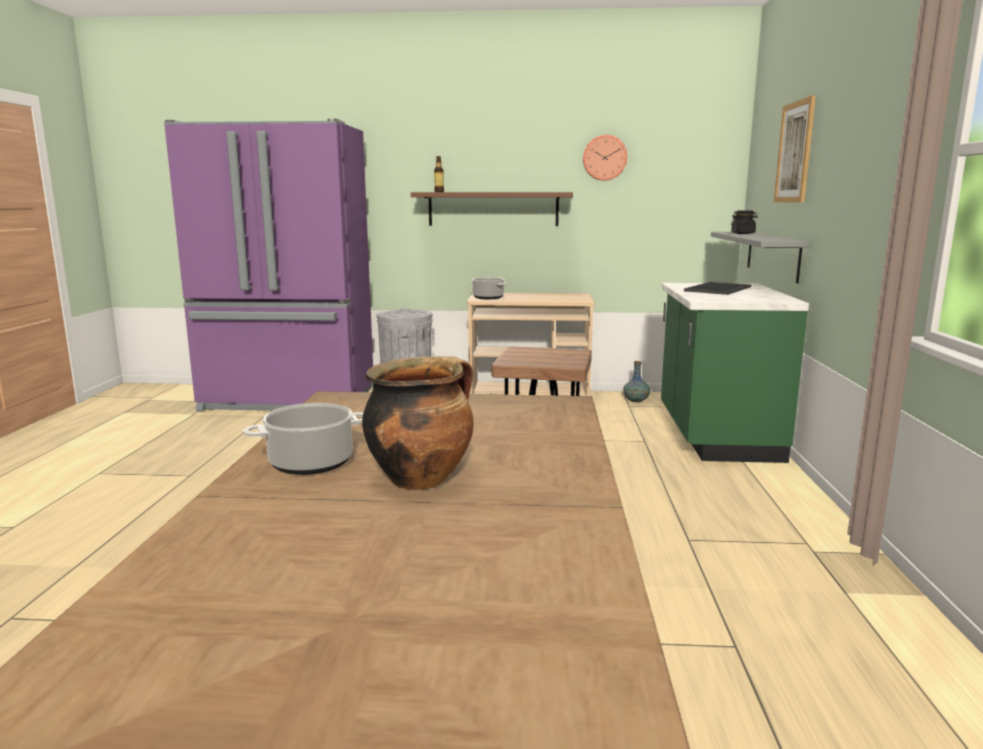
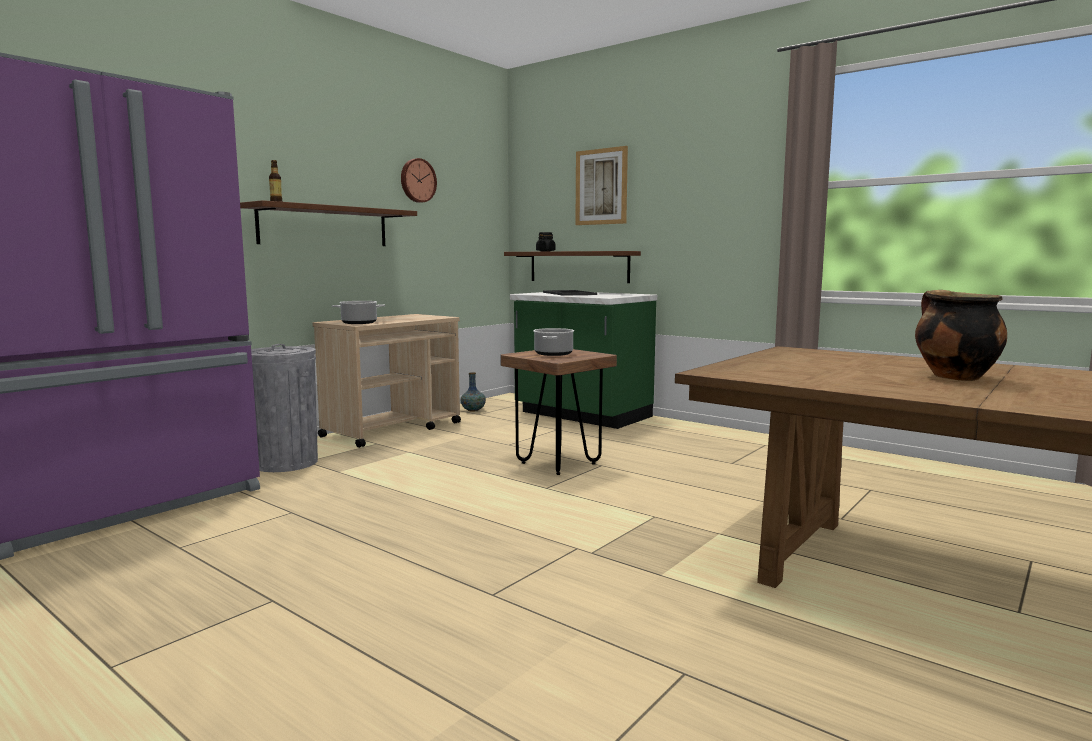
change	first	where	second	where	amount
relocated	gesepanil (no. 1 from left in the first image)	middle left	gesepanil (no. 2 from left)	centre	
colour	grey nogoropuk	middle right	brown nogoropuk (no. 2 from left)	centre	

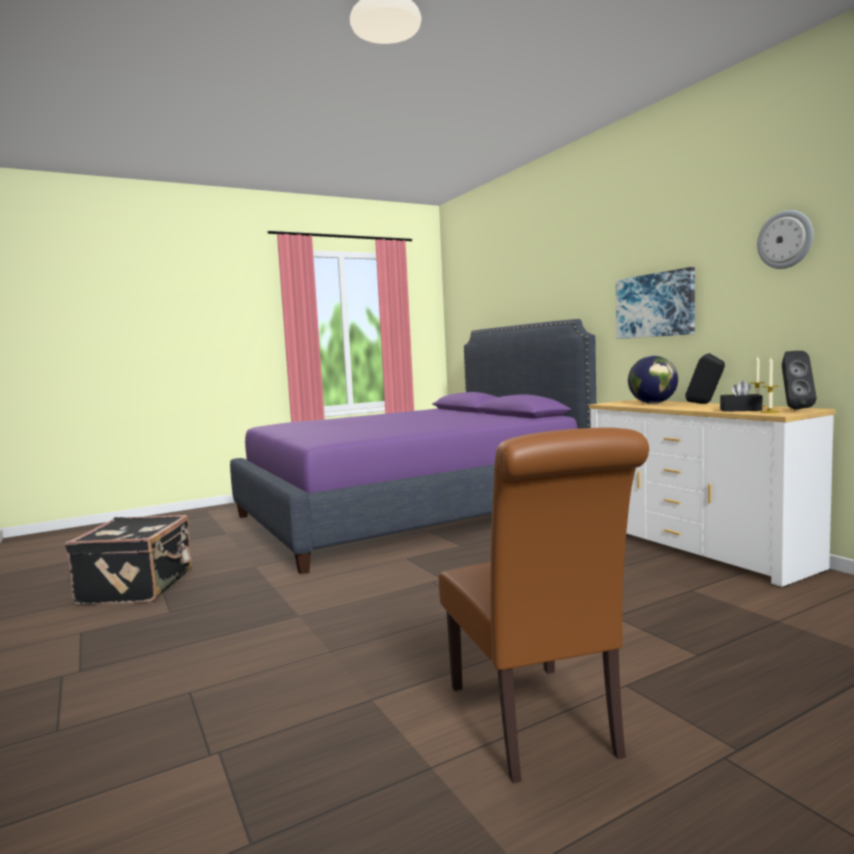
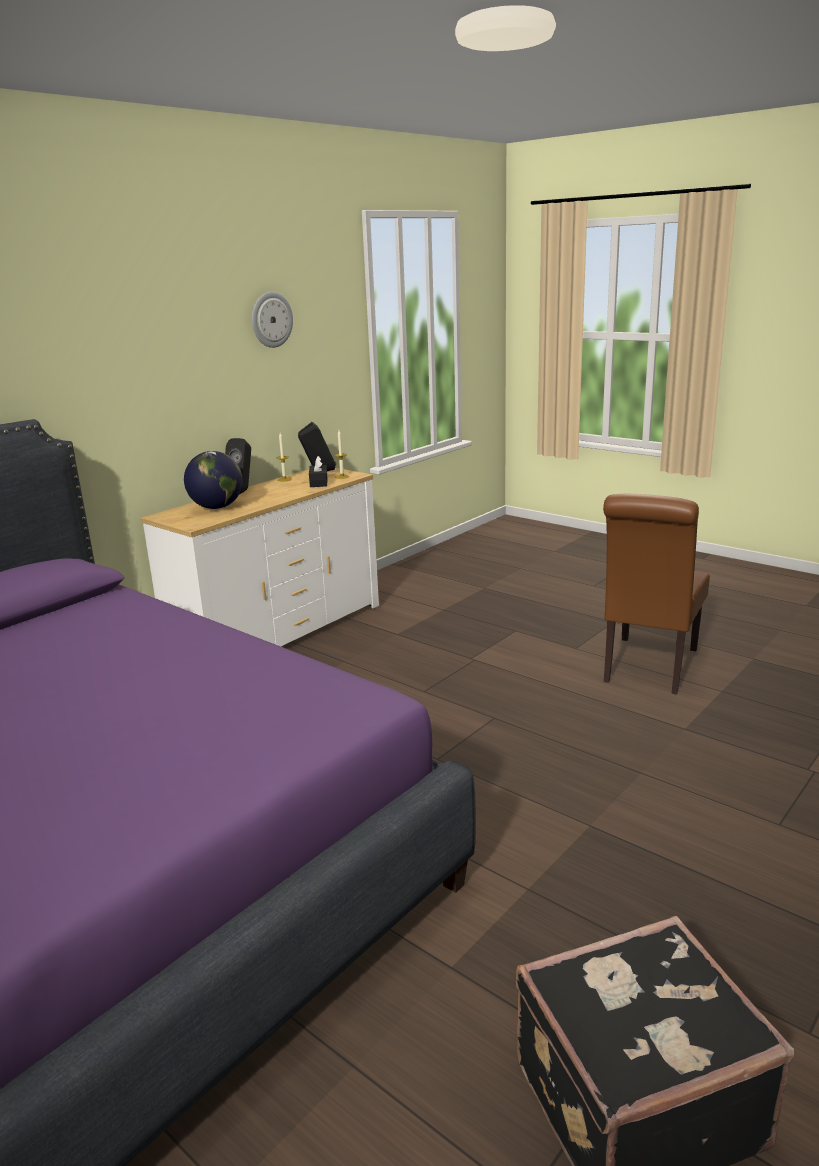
change	first	where	second	where	amount
missing	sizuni	middle right			
spun	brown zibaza	bottom centre		middle right	150 degrees clockwise

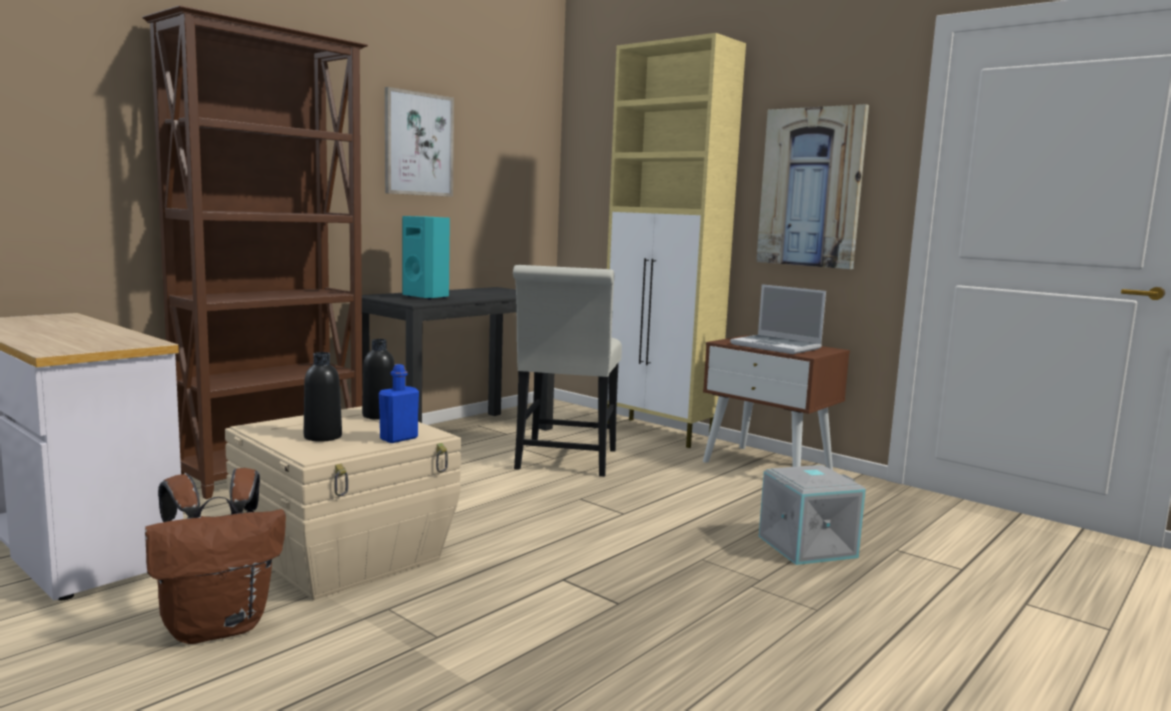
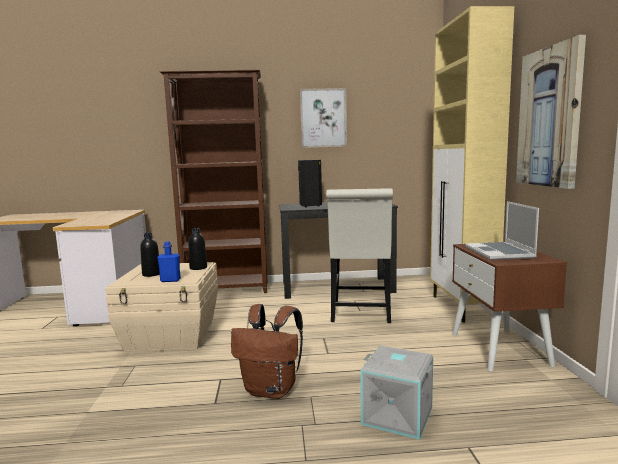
change	first	where	second	where	amount
relocated	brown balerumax	bottom left		bottom centre	
colour	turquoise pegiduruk	centre	black pegiduruk	centre	
spun	white zibaza	centre		centre	45 degrees counterclockwise

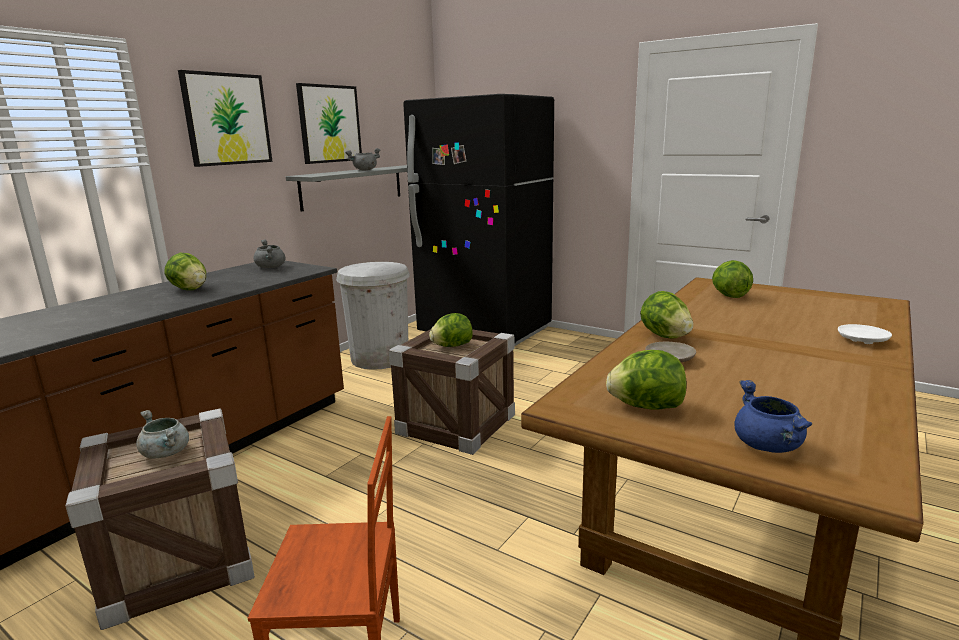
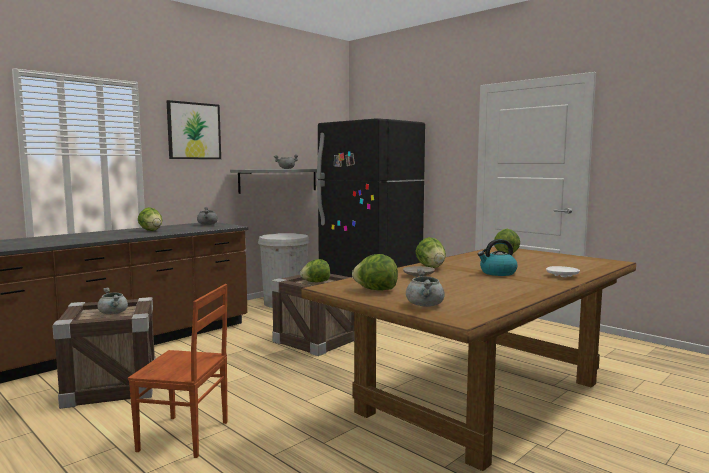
change	first	where	second	where	amount
missing	sizuni (no. 2 from left)	top centre			
appeared			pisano	middle right	
colour	blue gesepanil	middle right	grey gesepanil (no. 4 from left)	centre	

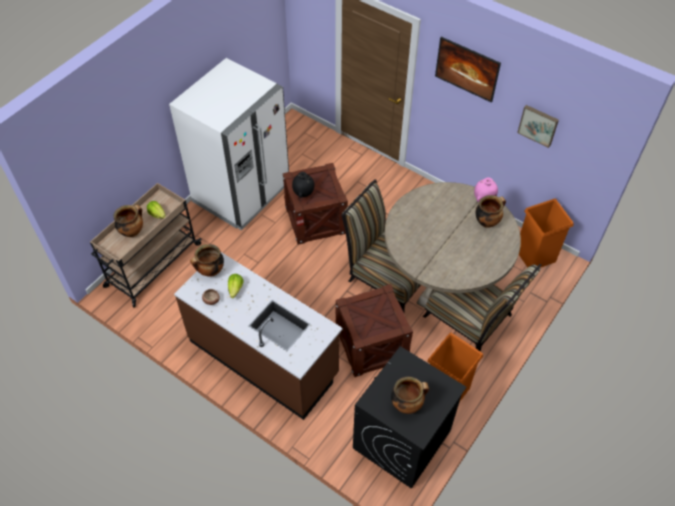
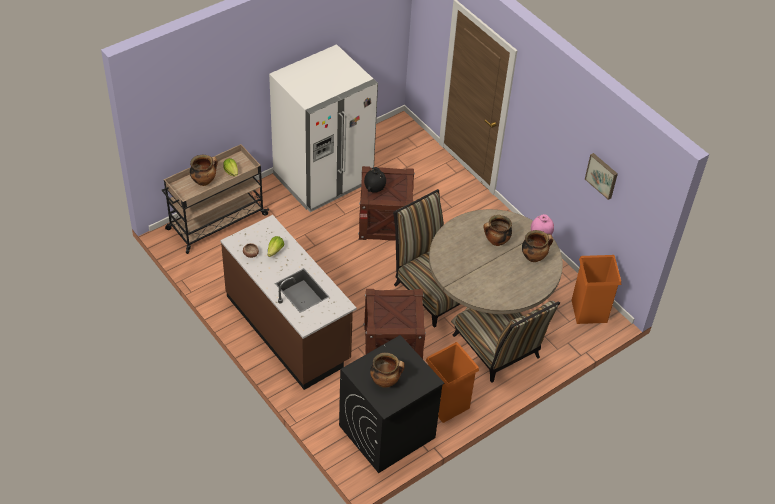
change	first	where	second	where	amount
missing	sizuni (no. 1 from left)	top right			
relocated	gesepanil (no. 2 from left in the first image)	middle left	gesepanil (no. 3 from left)	centre	

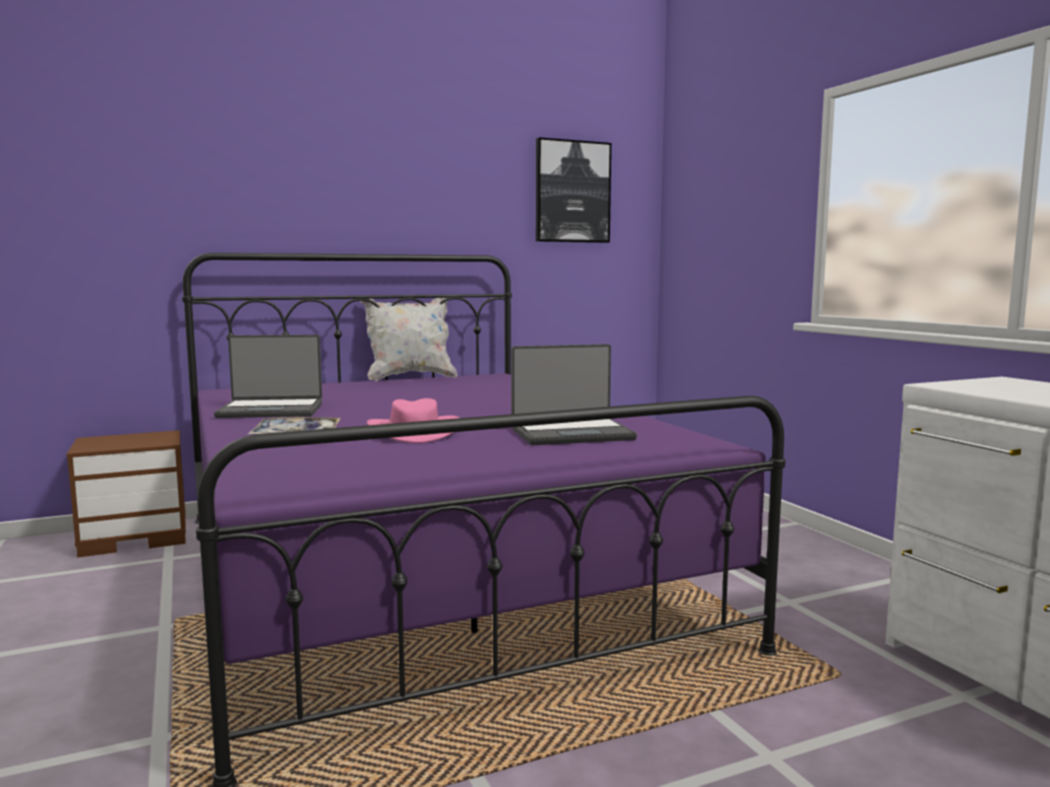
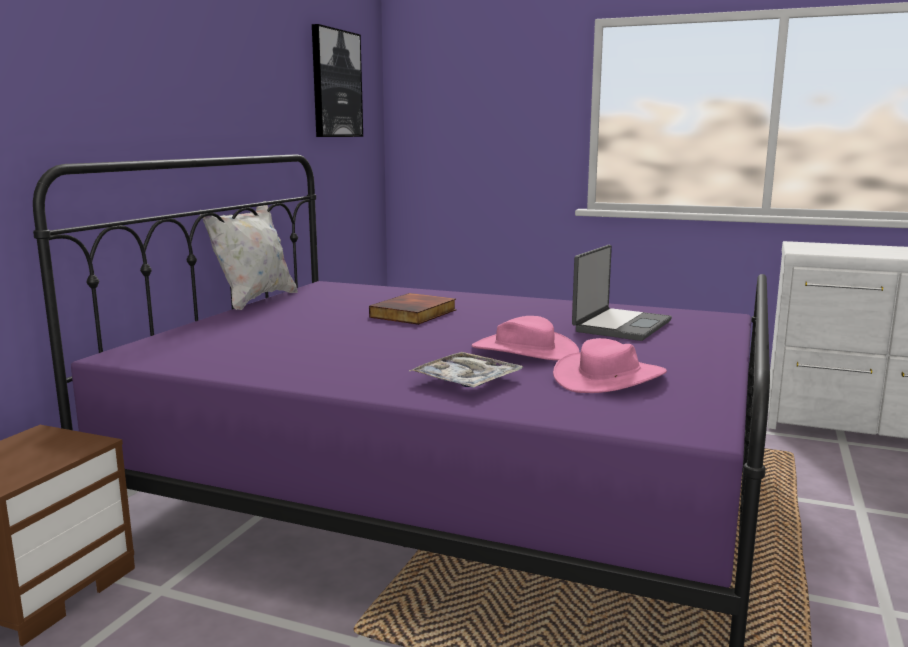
change	first	where	second	where	amount
missing	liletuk (no. 1 from left)	middle left			
appeared			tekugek	centre	
appeared			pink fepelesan (no. 2 from left)	middle right	

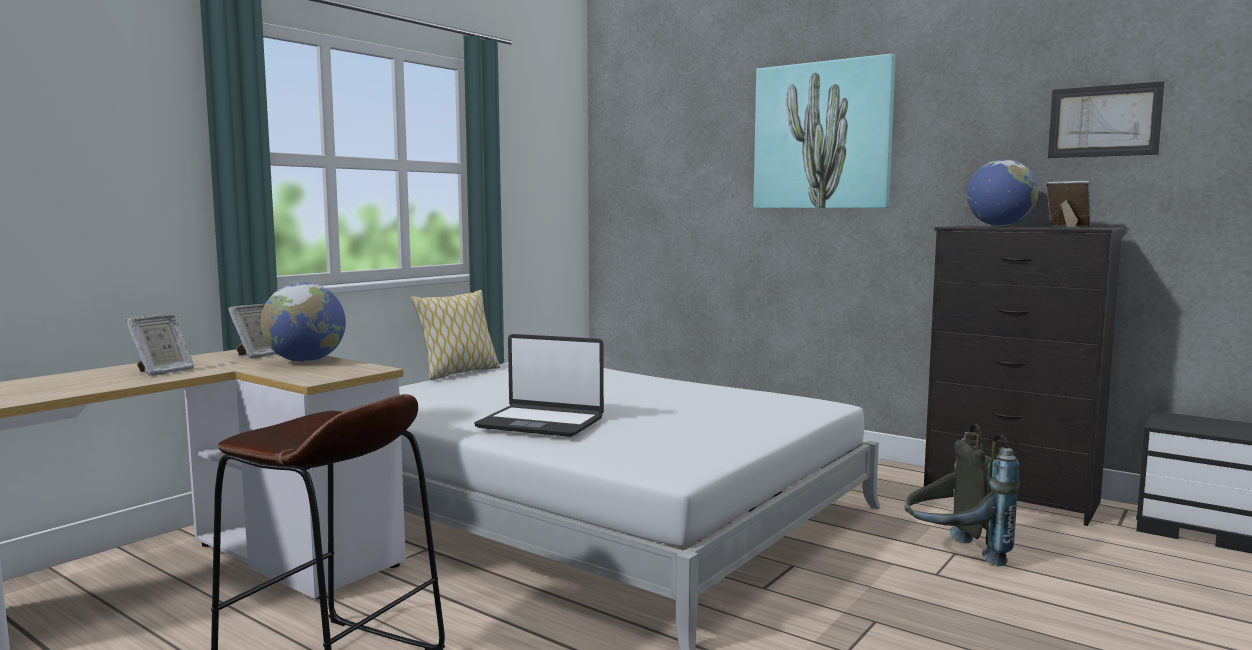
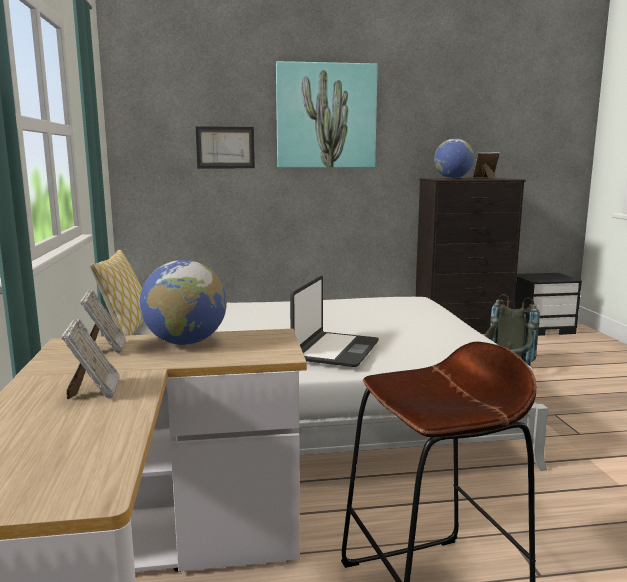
change	first	where	second	where	amount
relocated	sizuni (no. 2 from left in the first image)	top right	sizuni (no. 1 from left)	top centre	
spun	liletuk	centre		centre	45 degrees counterclockwise

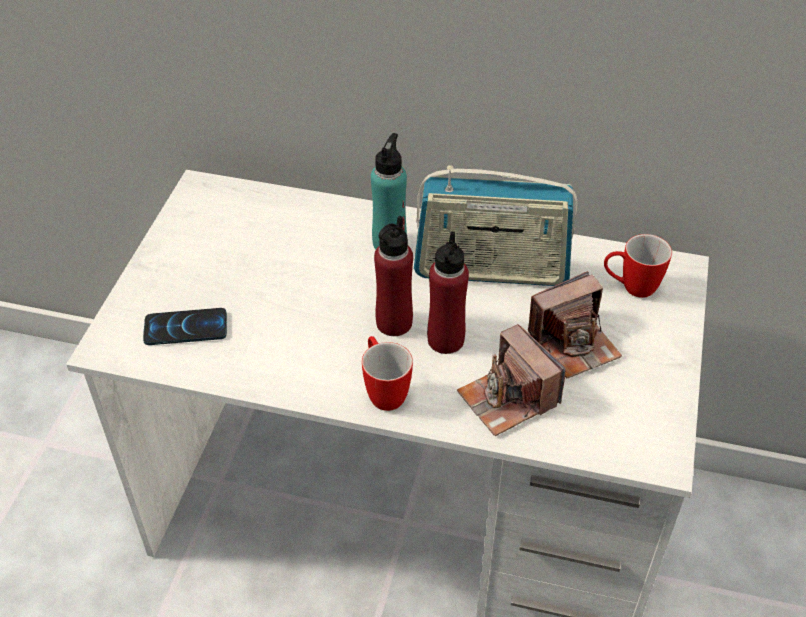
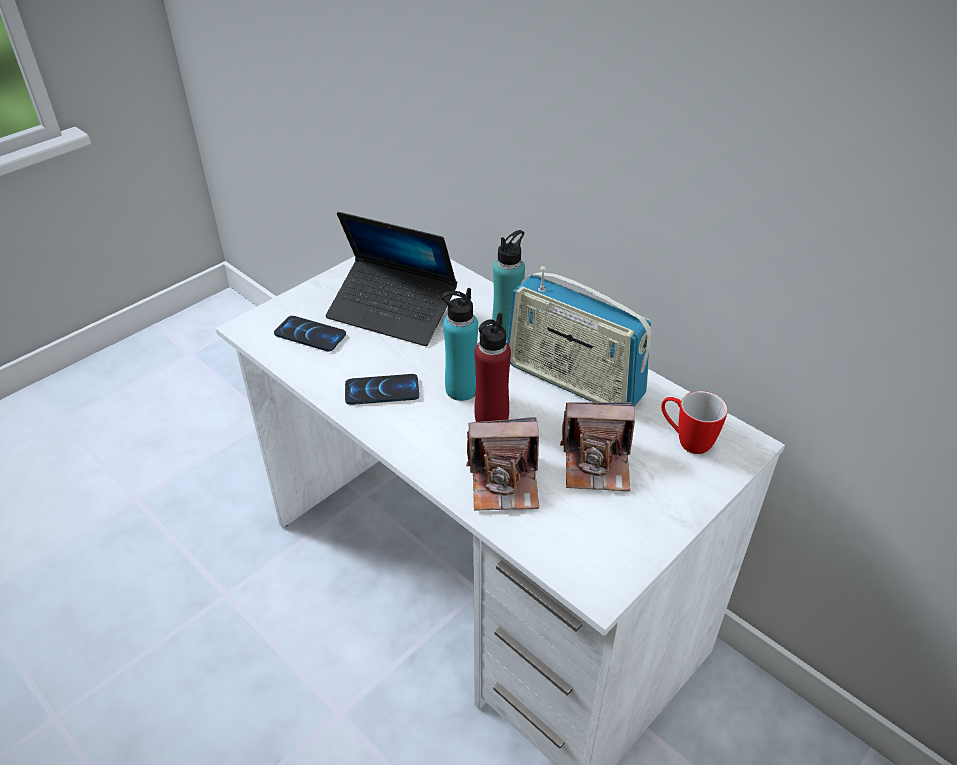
change	first	where	second	where	amount
missing	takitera (no. 1 from left)	centre			
appeared			liletuk	centre	
appeared			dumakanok (no. 2 from left)	centre	
colour	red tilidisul (no. 1 from left)	centre	turquoise tilidisul (no. 1 from left)	centre	
spun	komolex (no. 1 from left)	centre		centre	90 degrees counterclockwise

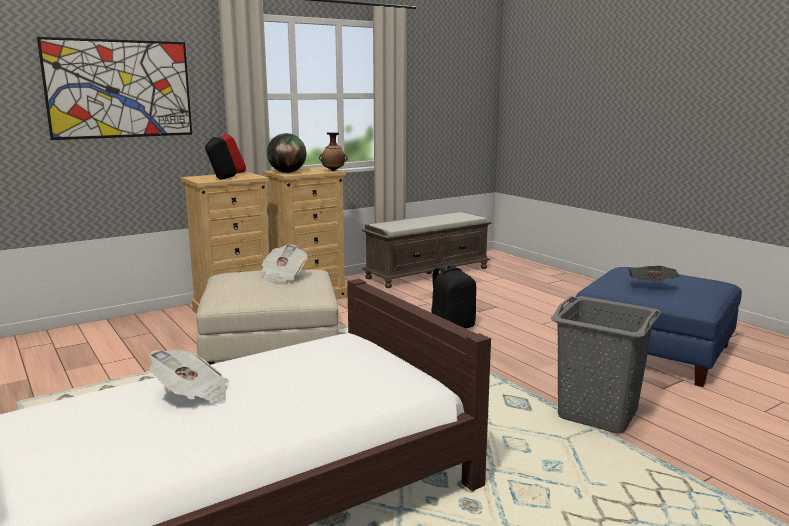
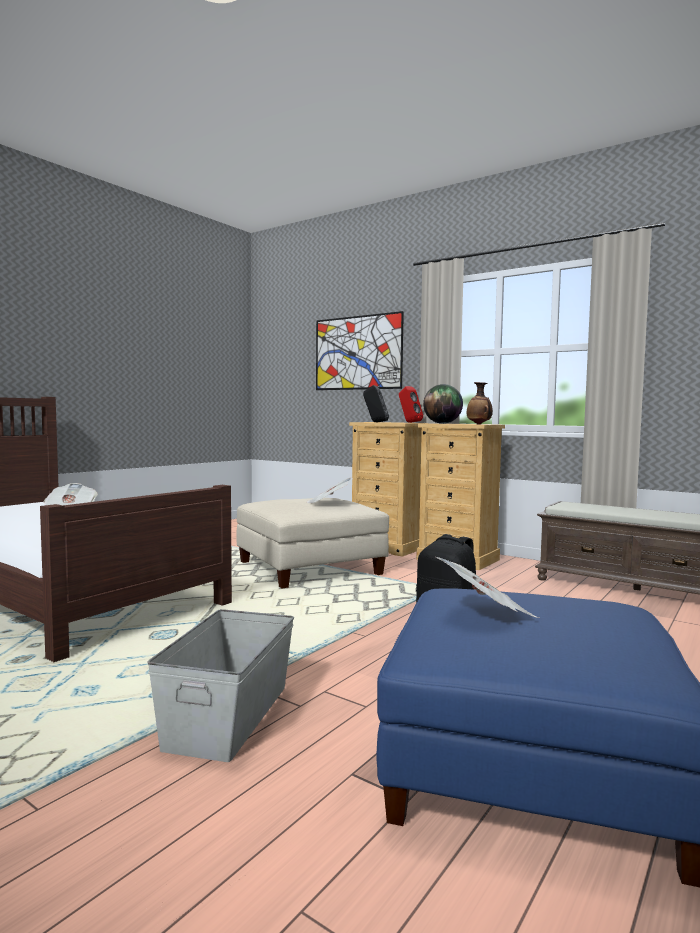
change	first	where	second	where	amount
exchanged	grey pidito	bottom right	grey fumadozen	bottom left	

